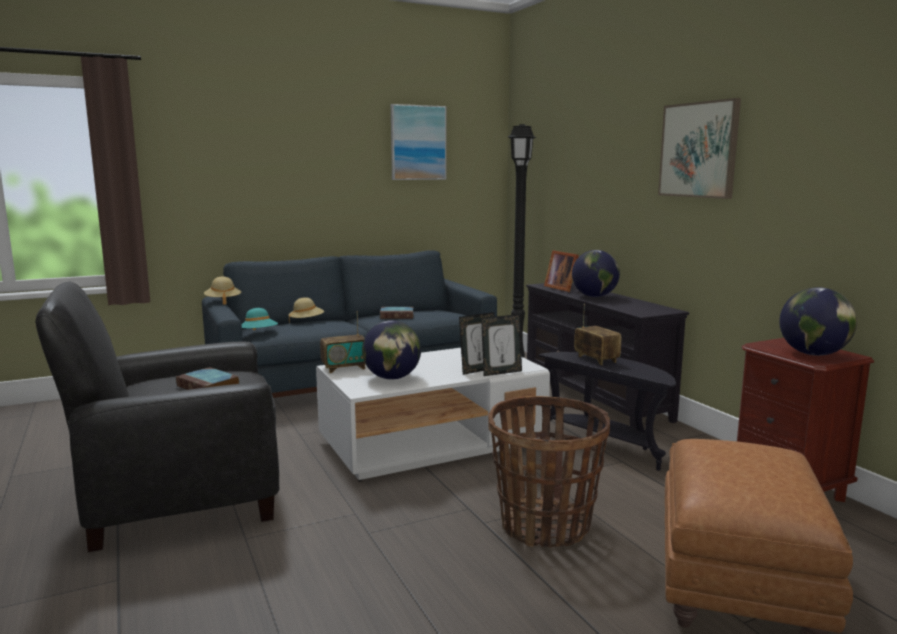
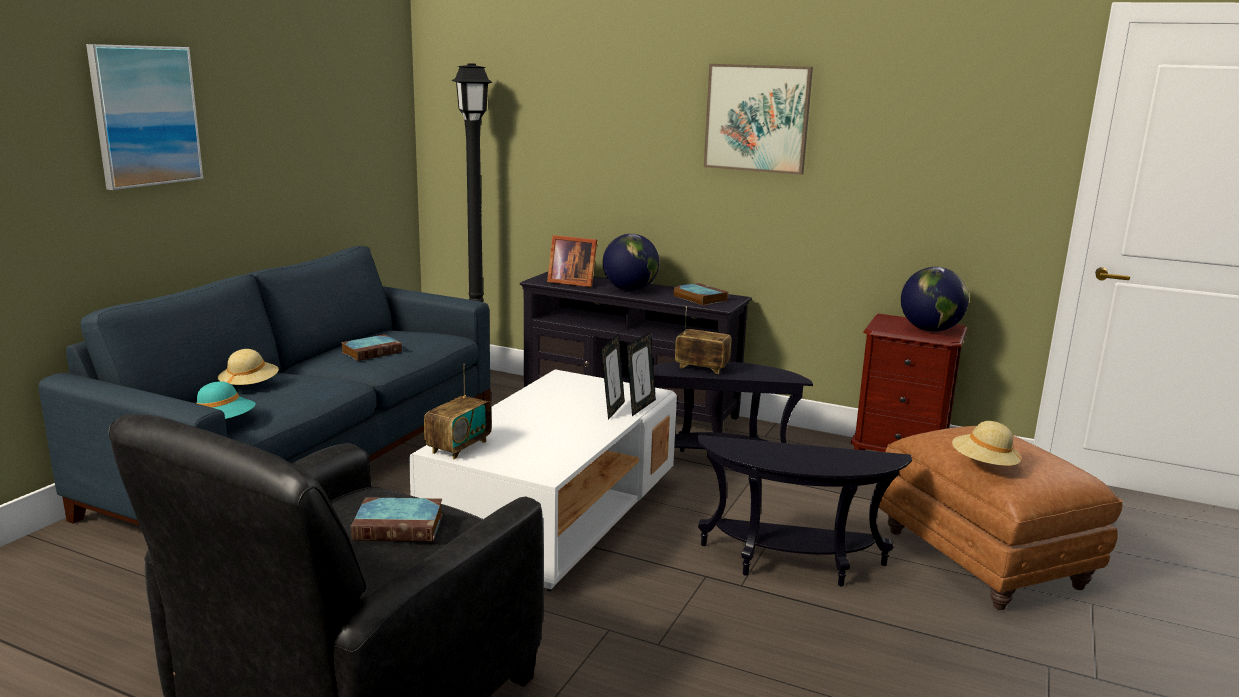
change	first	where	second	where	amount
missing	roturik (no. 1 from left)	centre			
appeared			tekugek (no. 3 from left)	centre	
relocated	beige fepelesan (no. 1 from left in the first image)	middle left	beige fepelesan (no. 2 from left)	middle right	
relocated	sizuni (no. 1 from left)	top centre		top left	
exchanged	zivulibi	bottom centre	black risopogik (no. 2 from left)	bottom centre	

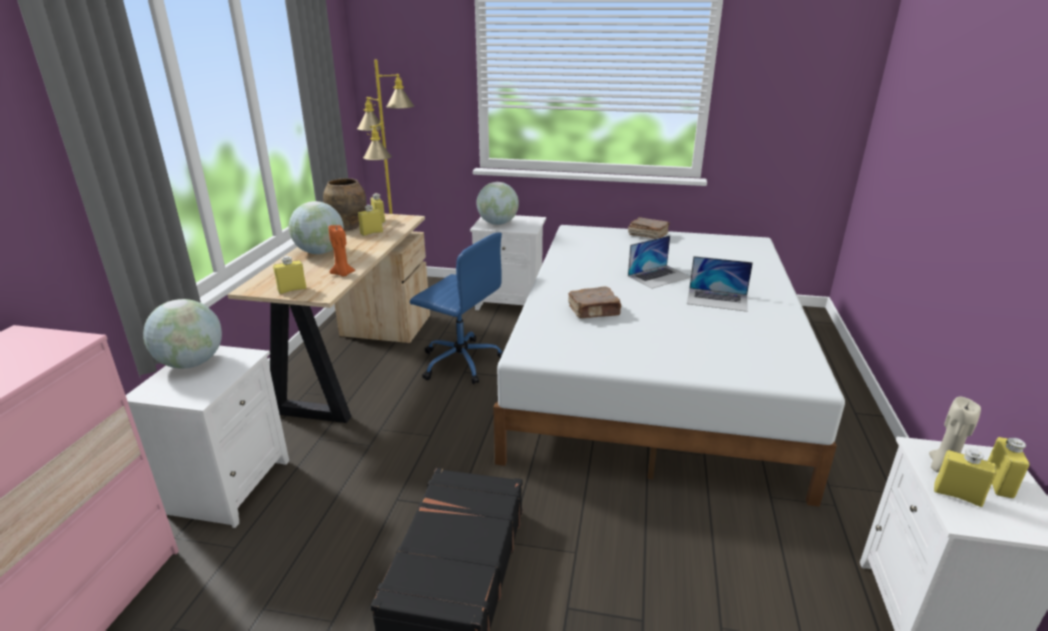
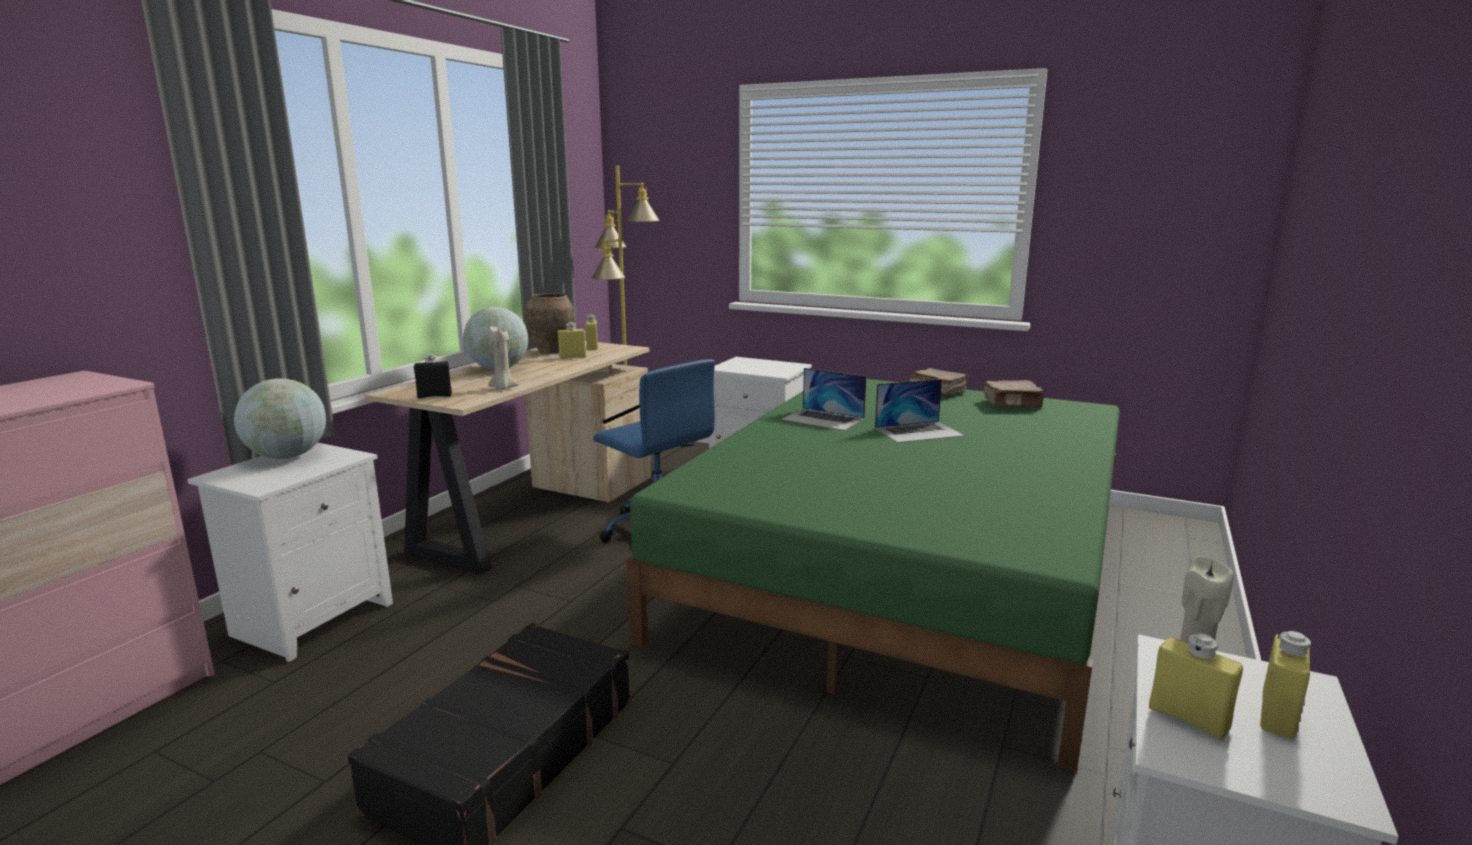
change	first	where	second	where	amount
missing	roturik (no. 3 from left)	top centre			
relocated	brown tekugek (no. 1 from left in the first image)	centre	brown tekugek (no. 2 from left)	middle right	
relocated	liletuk (no. 2 from left in the first image)	middle right	liletuk (no. 1 from left)	centre	
colour	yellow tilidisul (no. 1 from left)	middle left	black tilidisul	middle left	
colour	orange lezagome	middle left	beige lezagome (no. 1 from left)	centre	
colour	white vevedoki	centre	green vevedoki	bottom centre	

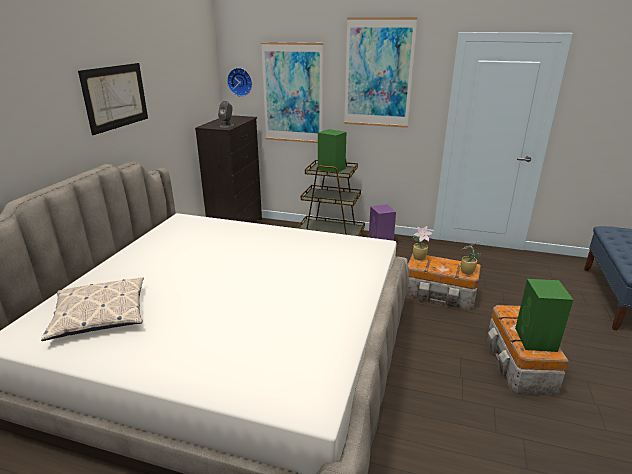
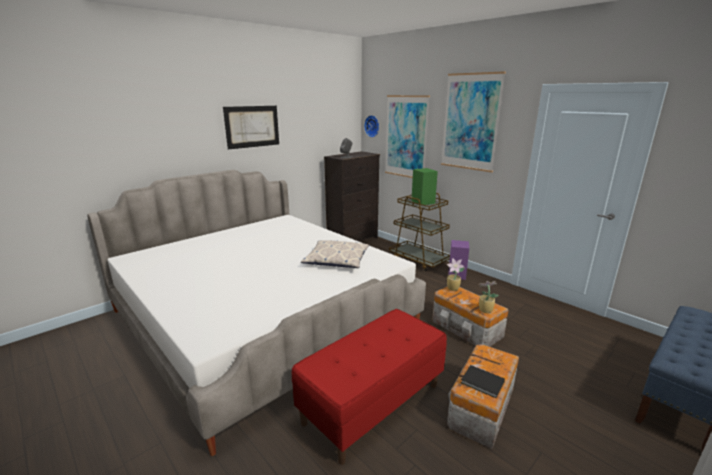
change	first	where	second	where	amount
appeared			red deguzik	bottom centre	
relocated	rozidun	middle left		centre	
exchanged	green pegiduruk (no. 2 from left)	middle right	black tekugek	bottom right	

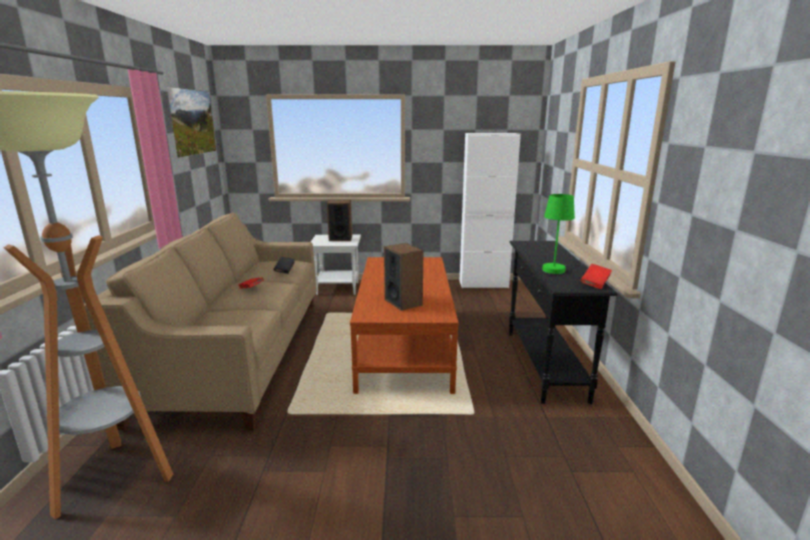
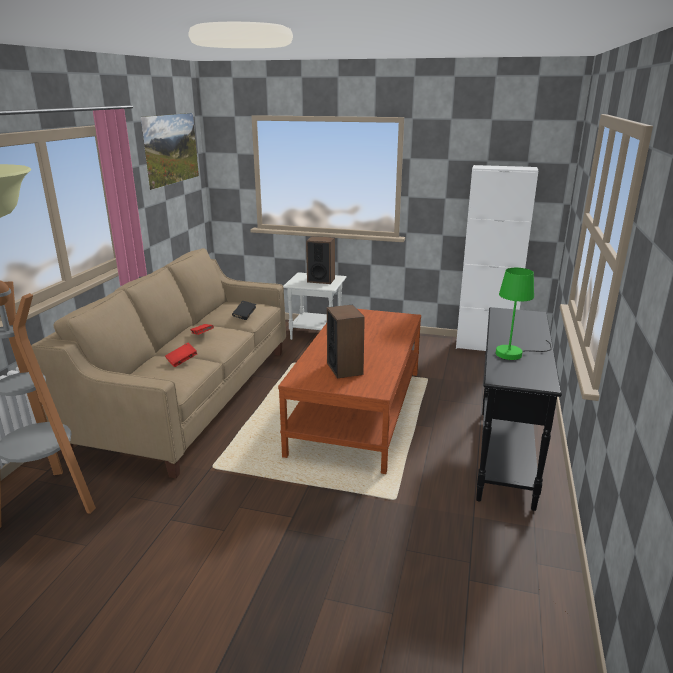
change	first	where	second	where	amount
relocated	red tekugek (no. 2 from left in the first image)	middle right	red tekugek (no. 1 from left)	middle left	

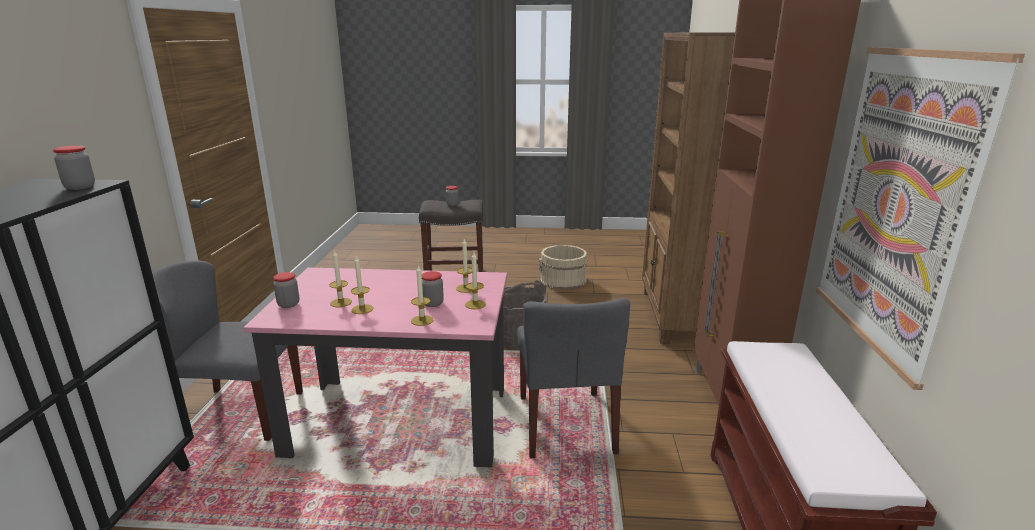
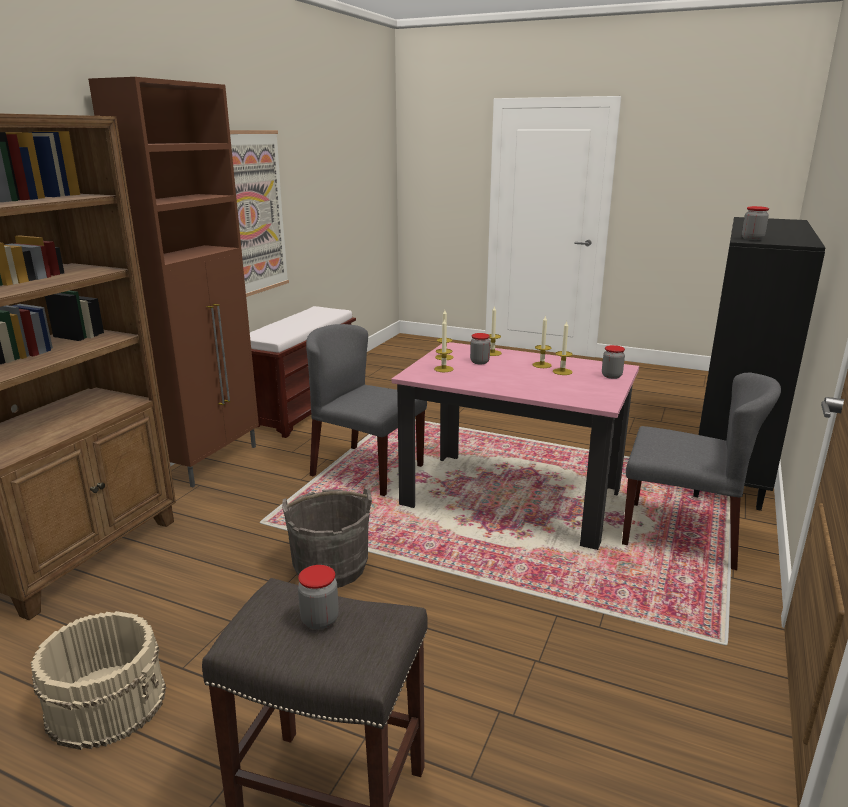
change	first	where	second	where	amount
spun	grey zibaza (no. 2 from left in the first image)	bottom centre	grey zibaza (no. 1 from left)	centre	75 degrees counterclockwise

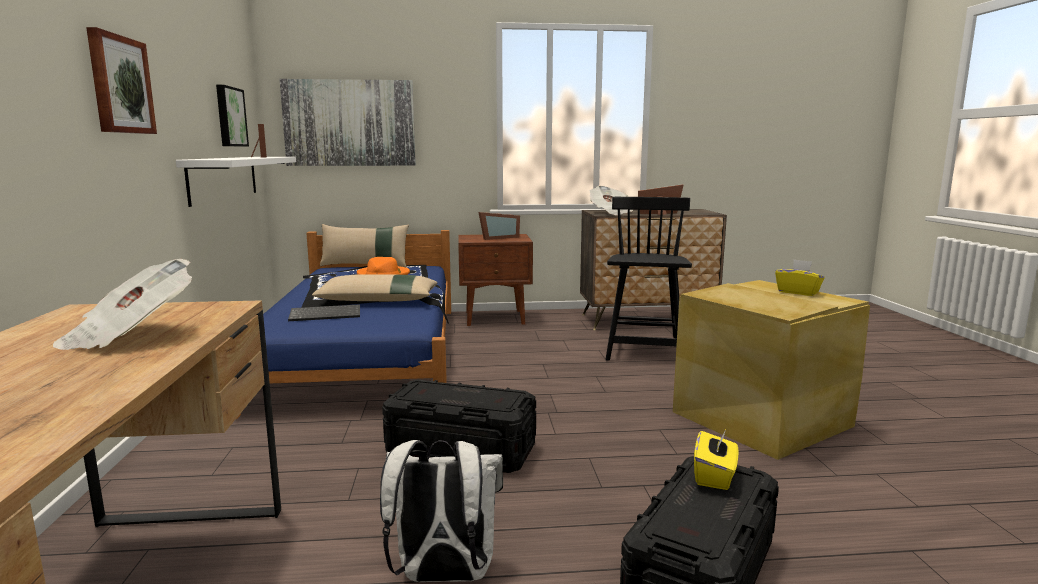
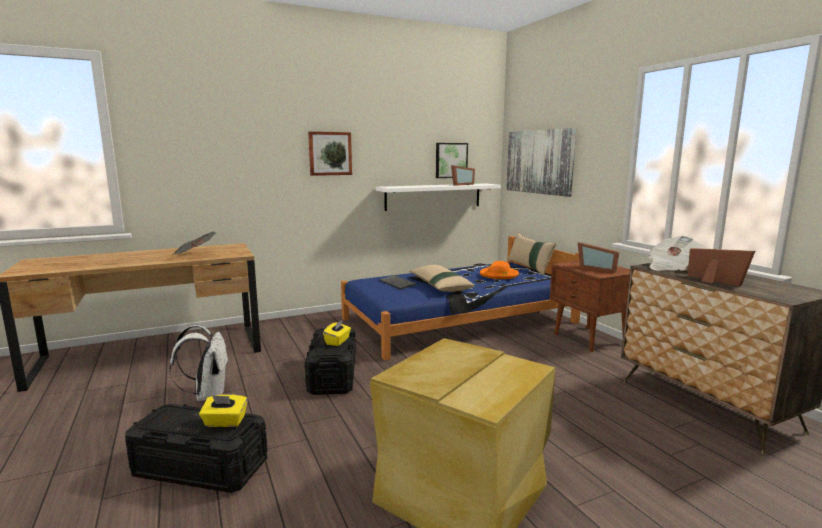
change	first	where	second	where	amount
missing	black zibaza	centre			
relocated	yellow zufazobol (no. 2 from left)	middle right		centre	

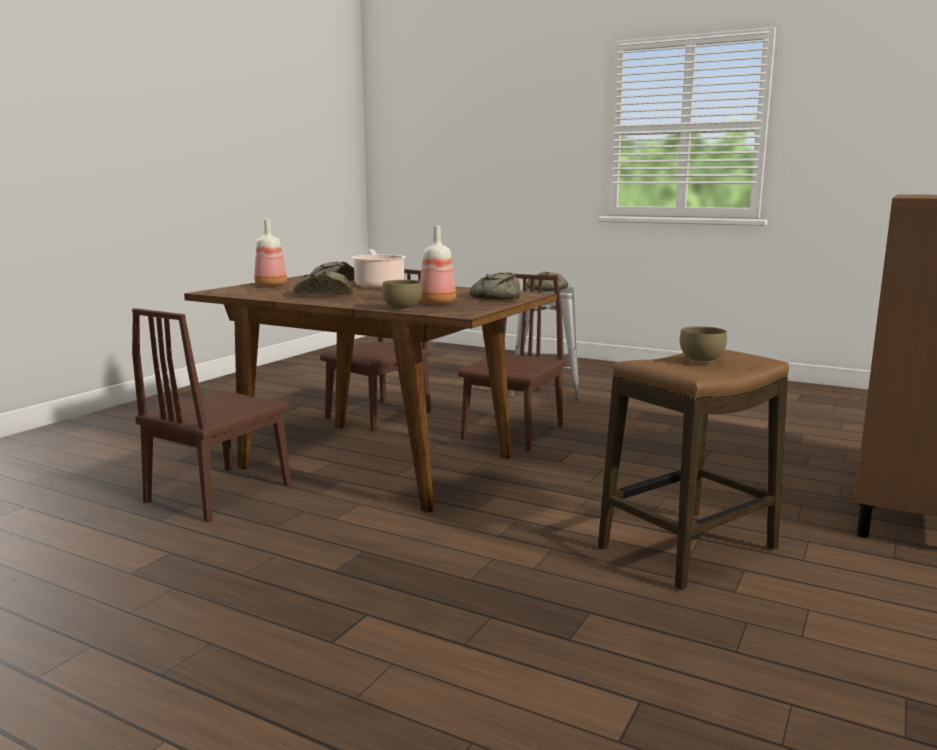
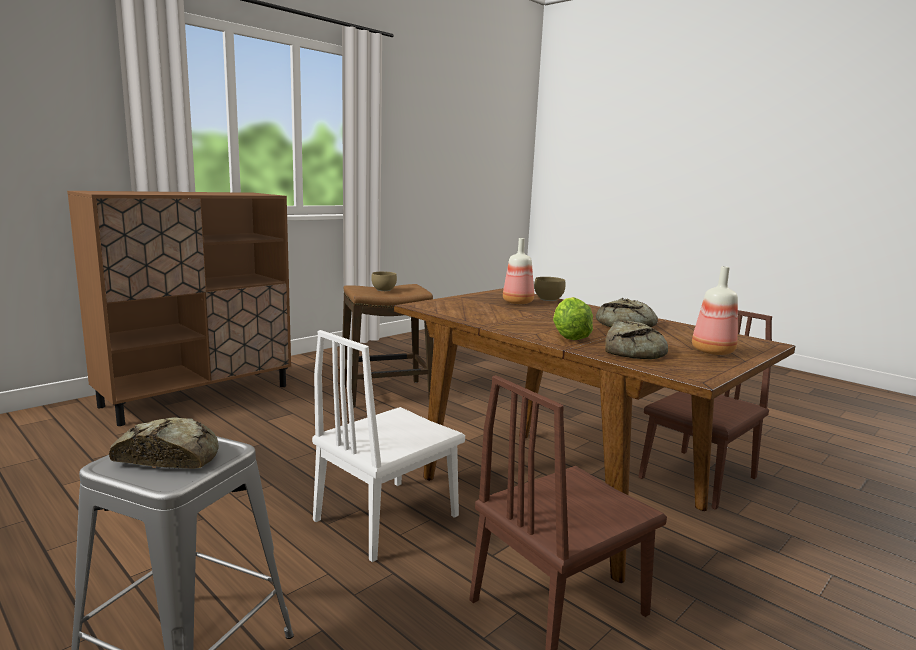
change	first	where	second	where	amount
missing	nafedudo (no. 3 from left)	centre			
exchanged	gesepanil	centre	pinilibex	centre	
colour	brown zibaza (no. 3 from left)	centre	white zibaza	bottom centre	

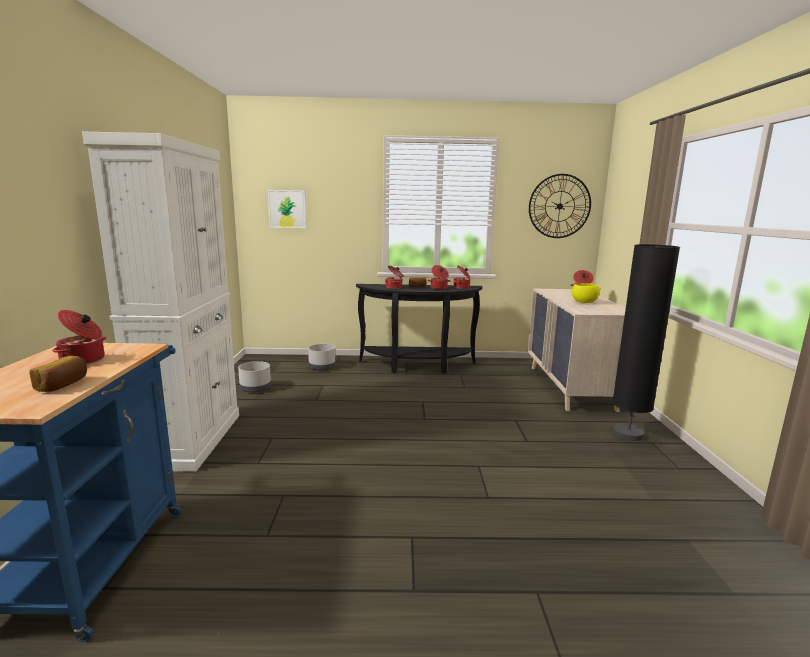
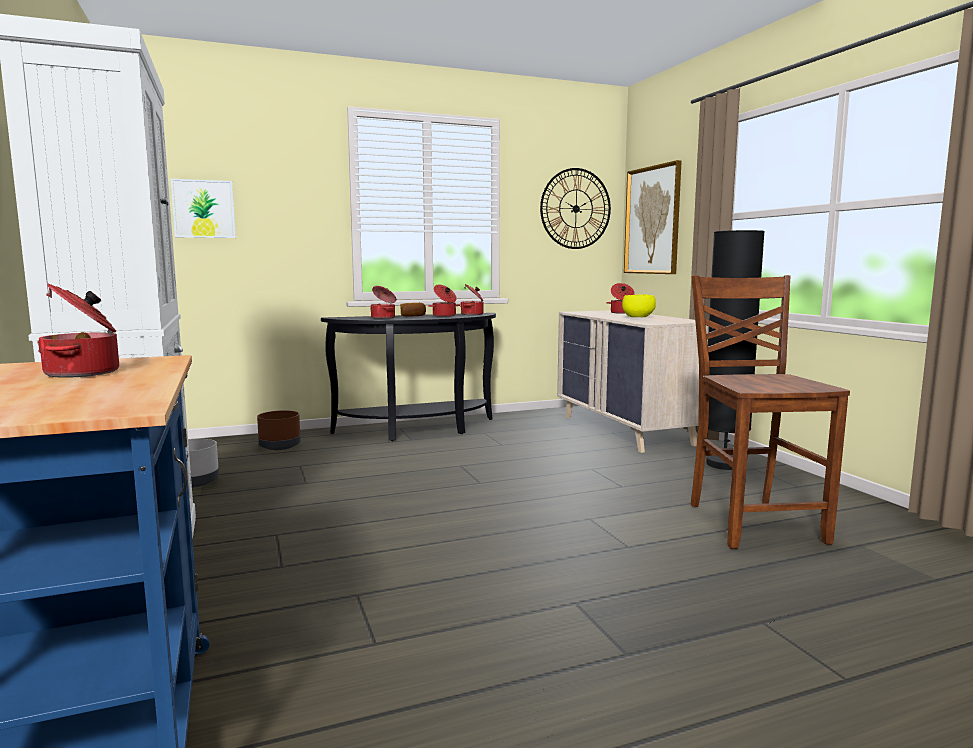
change	first	where	second	where	amount
missing	nafedudo (no. 1 from left)	middle left			
appeared			sizuni (no. 2 from left)	top right	
appeared			brown zibaza	middle right	
colour	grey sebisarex (no. 2 from left)	centre	brown sebisarex	middle left	

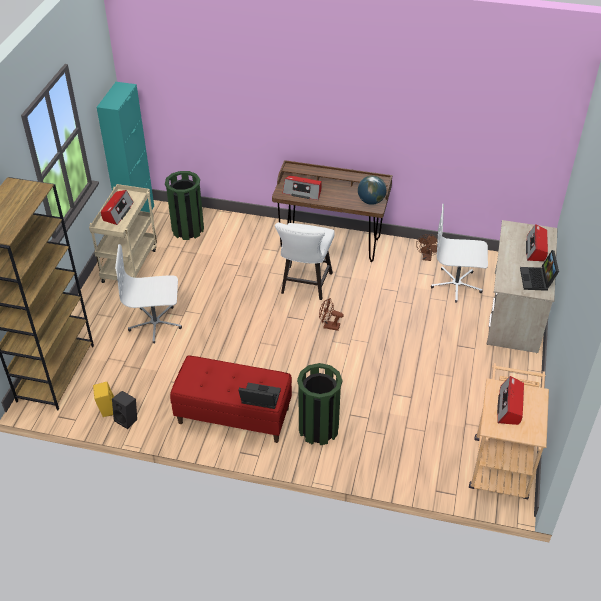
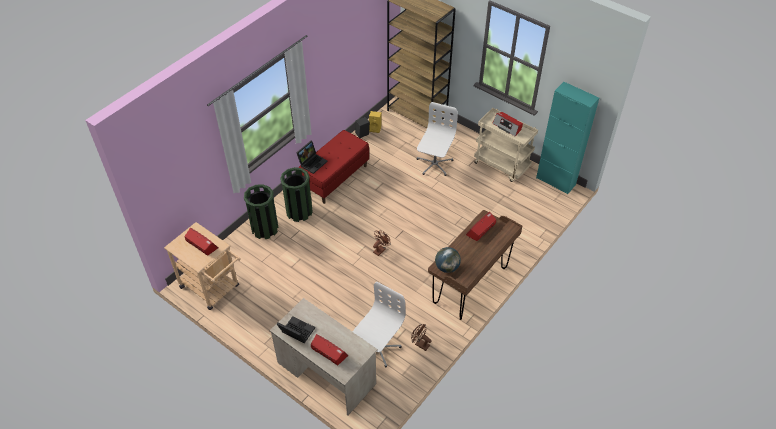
change	first	where	second	where	amount
missing	white zibaza	centre			
relocated	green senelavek (no. 1 from left)	middle left		centre	

